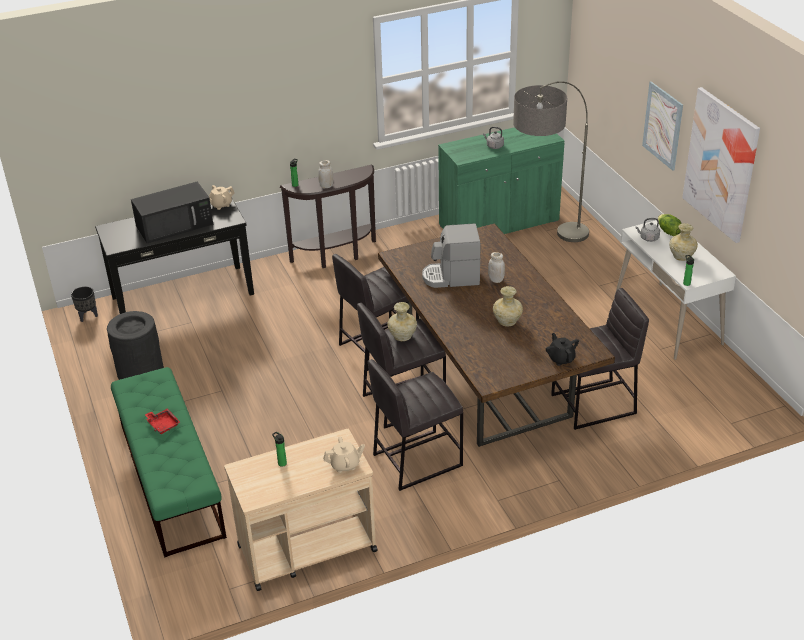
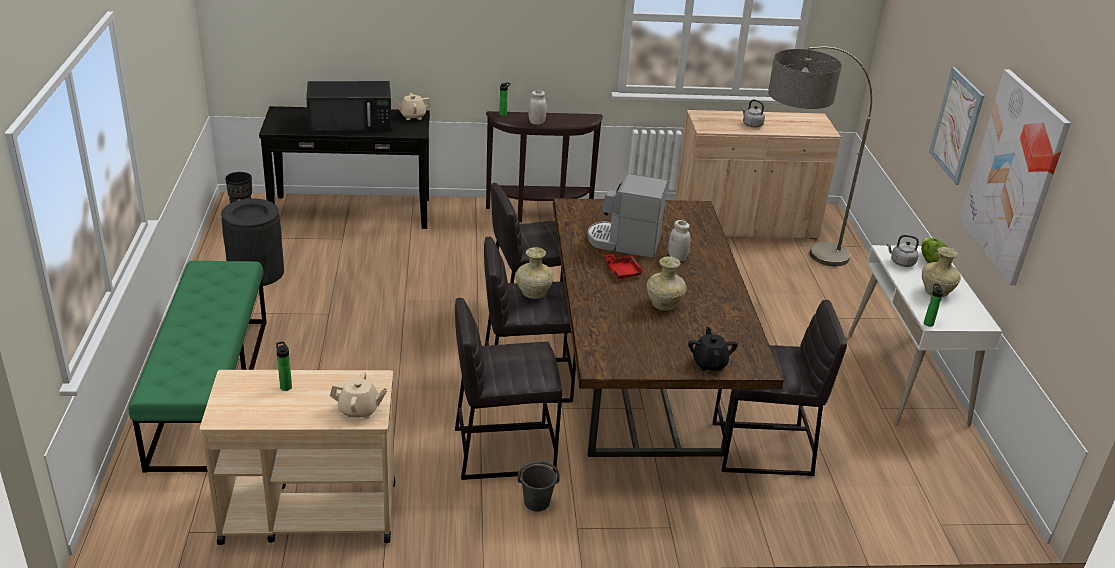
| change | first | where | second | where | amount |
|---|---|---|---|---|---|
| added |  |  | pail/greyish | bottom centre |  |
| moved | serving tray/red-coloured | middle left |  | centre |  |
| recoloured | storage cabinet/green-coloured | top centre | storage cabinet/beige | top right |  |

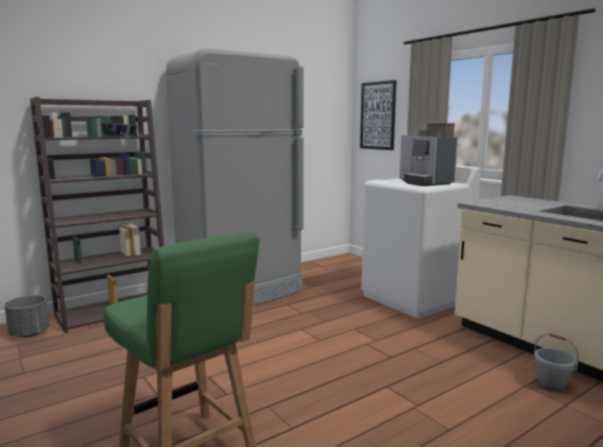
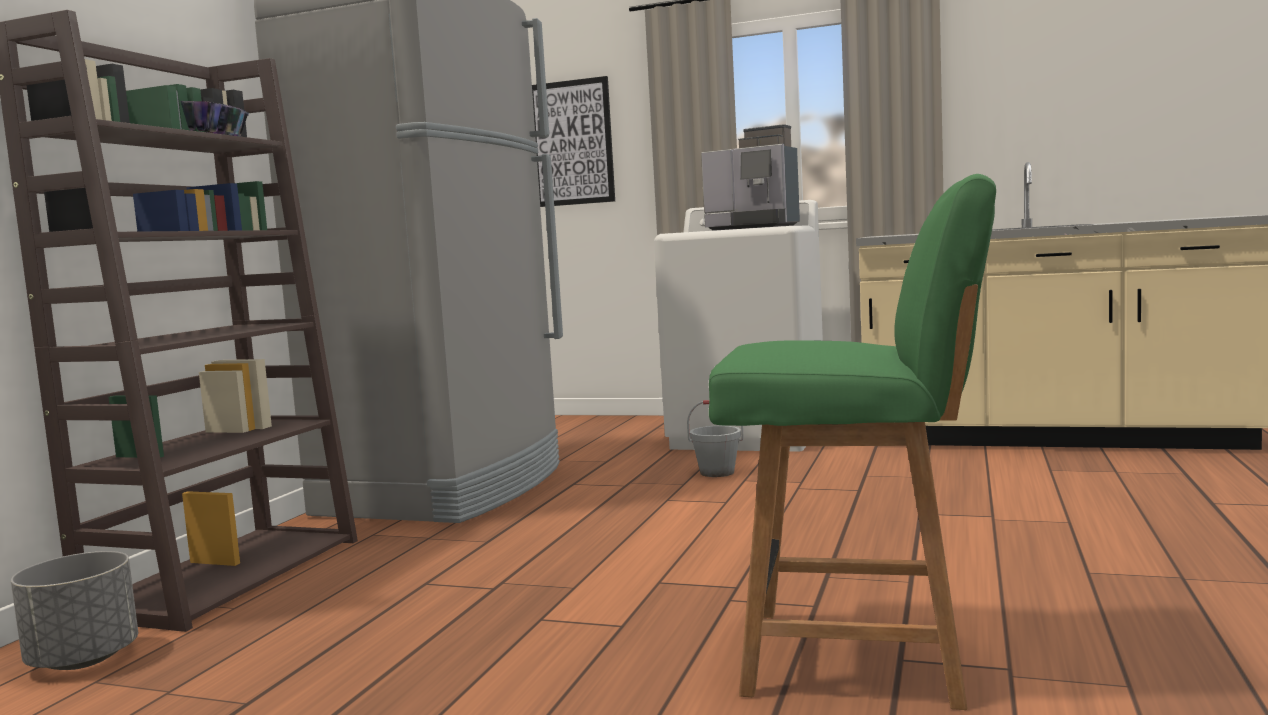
| change | first | where | second | where | amount |
|---|---|---|---|---|---|
| moved | pail/greyish | bottom right |  | centre |  |

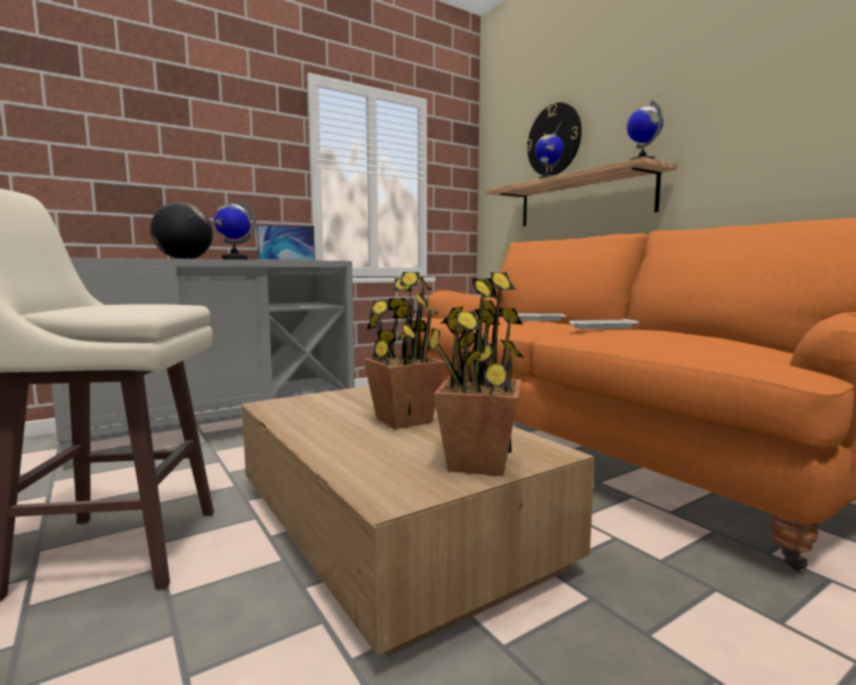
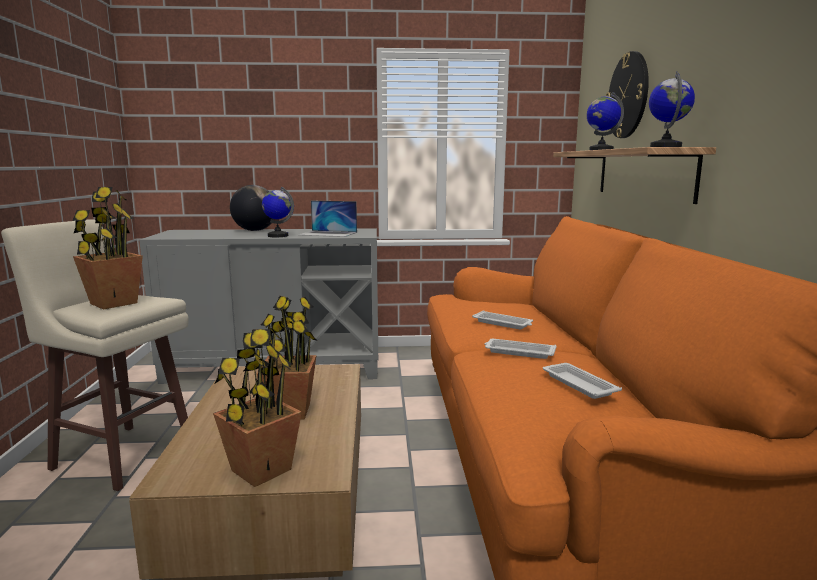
| change | first | where | second | where | amount |
|---|---|---|---|---|---|
| added |  |  | houseplant (1st from left) | middle left |  |
| added |  |  | serving tray/white (3rd from left) | middle right |  |

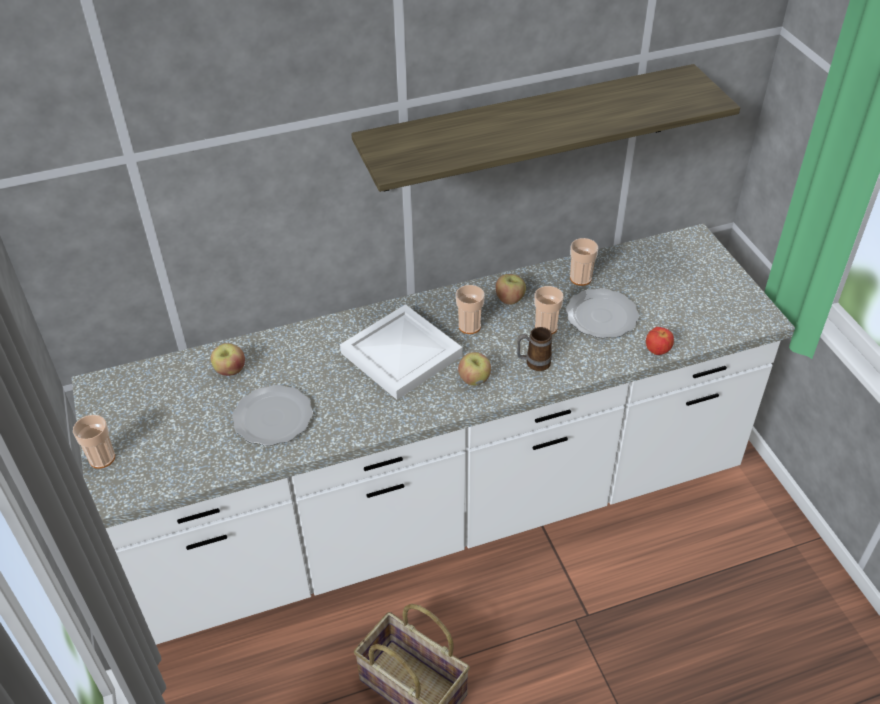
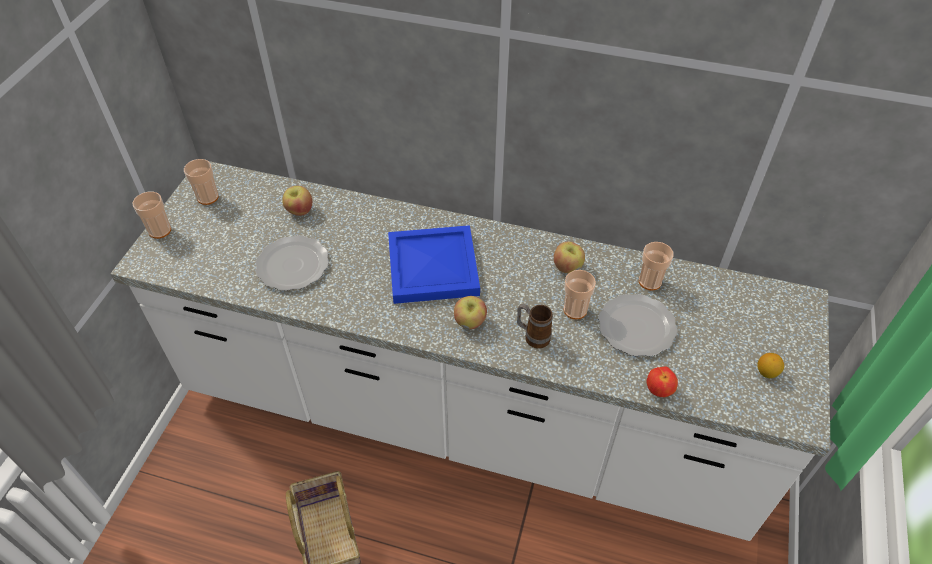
| change | first | where | second | where | amount |
|---|---|---|---|---|---|
| moved | small cup (2nd from left) | centre |  | top left |  |
| recoloured | serving tray/white | centre | serving tray/blue | centre |  |
| added |  |  | citrus fruit | middle right |  |
| removed | wall shelf | top centre |  |  |  |

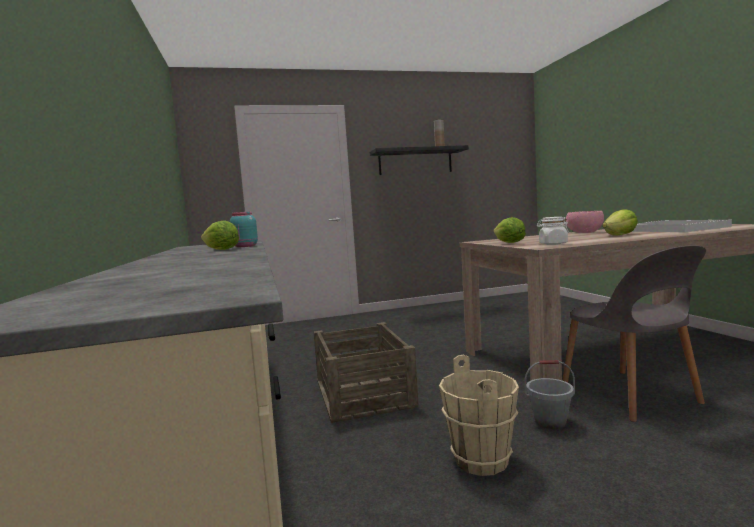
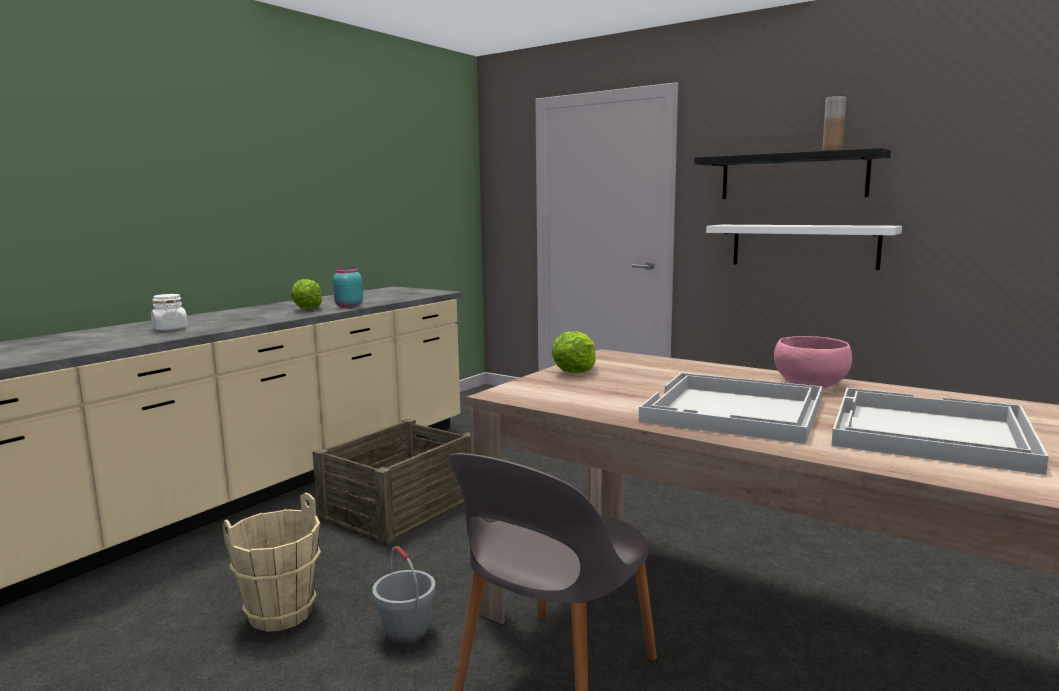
| change | first | where | second | where | amount |
|---|---|---|---|---|---|
| moved | storage jar/white | middle right |  | middle left |  |
| replaced | lettuce (3rd from left) | middle right | serving tray/white (1st from left) | middle right |  |
| added |  |  | wall shelf/white | middle right |  |

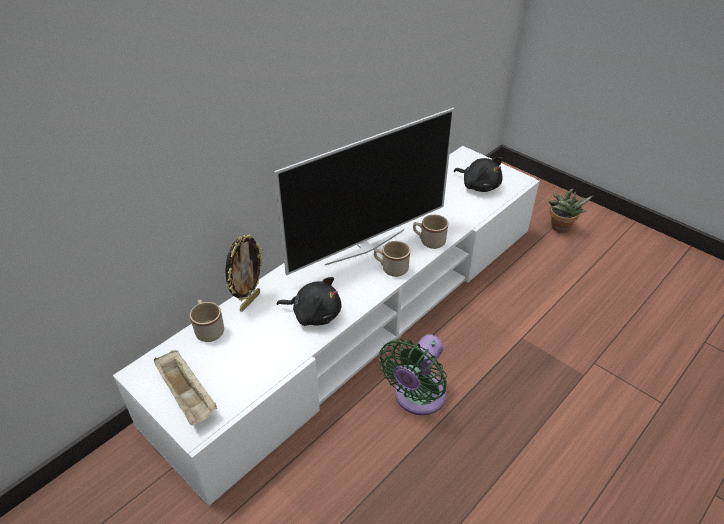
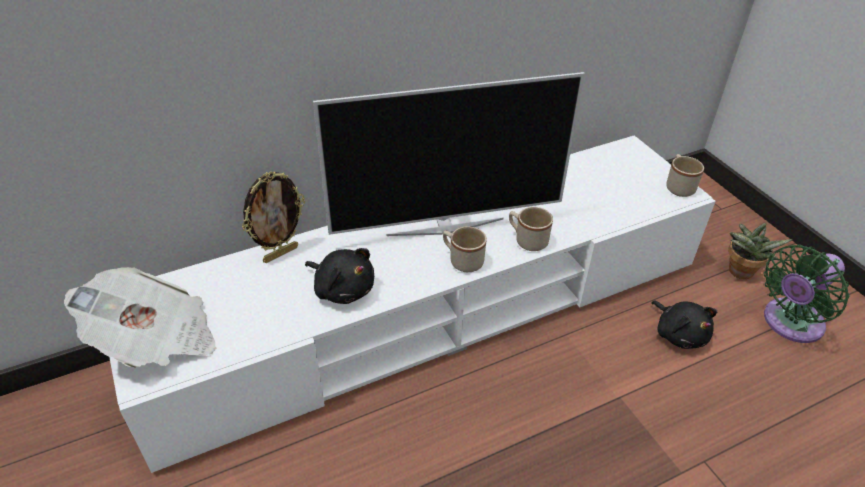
| change | first | where | second | where | amount |
|---|---|---|---|---|---|
| replaced | serving tray/beige | bottom left | newspaper | middle left |  |
| moved | plush toy/blackish (2nd from left) | top centre |  | bottom right |  |
| moved | tea mug/beige (1st from left in the first image) | middle left | tea mug/beige (3rd from left) | middle right |  |
| moved | electric fan/green-coloured | bottom centre |  | middle right |  |

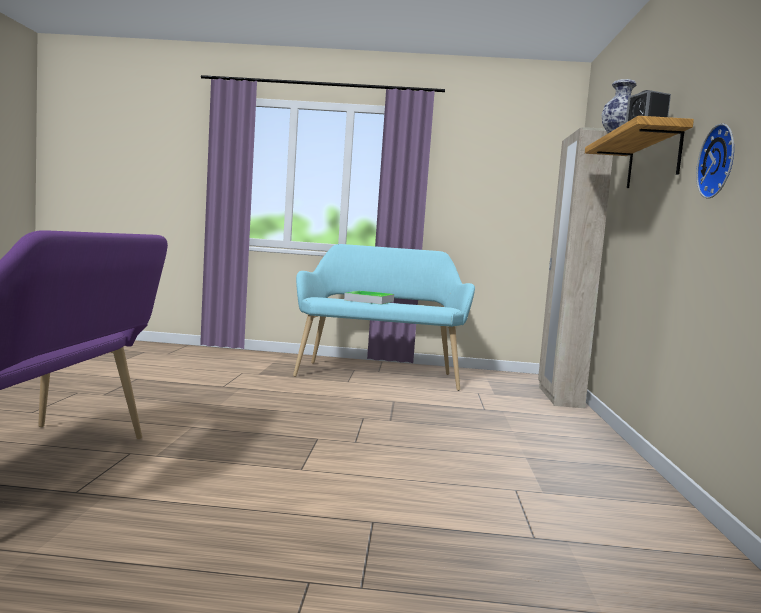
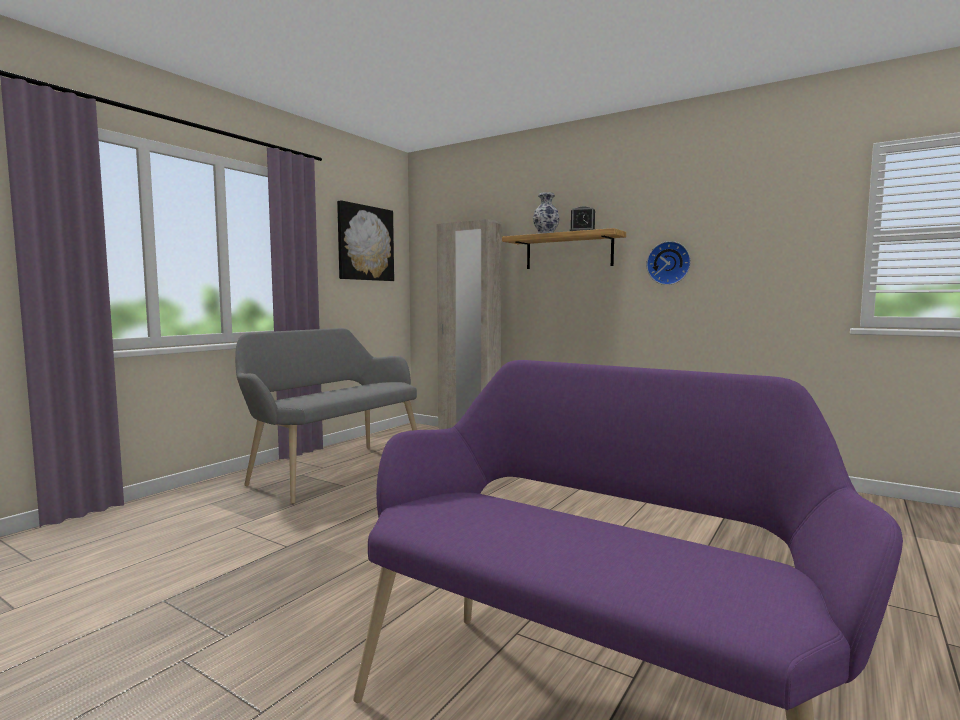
| change | first | where | second | where | amount |
|---|---|---|---|---|---|
| recoloured | long seat/turquoise | centre | long seat/greyish | centre |  |
| added |  |  | wall art | centre |  |
| removed | serving tray | centre |  |  |  |

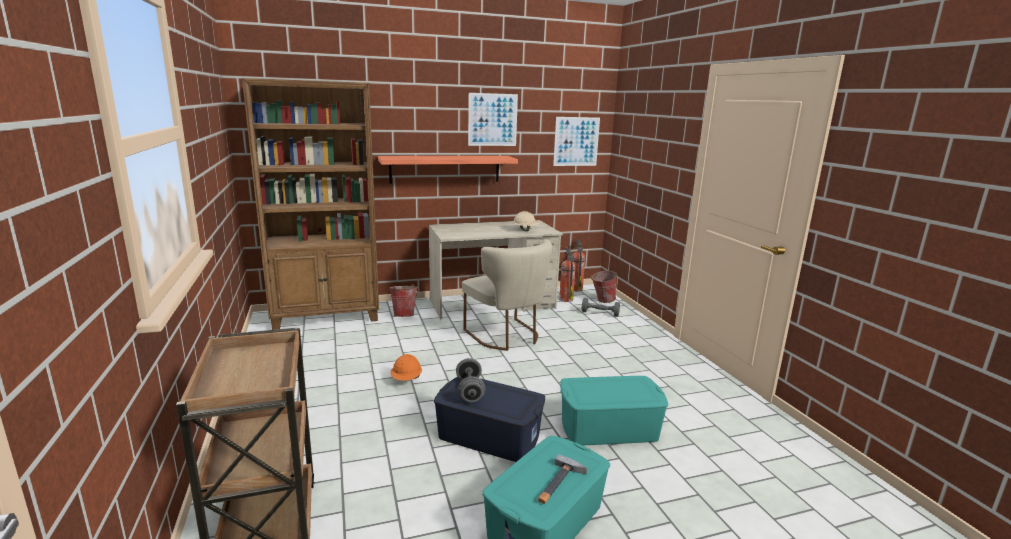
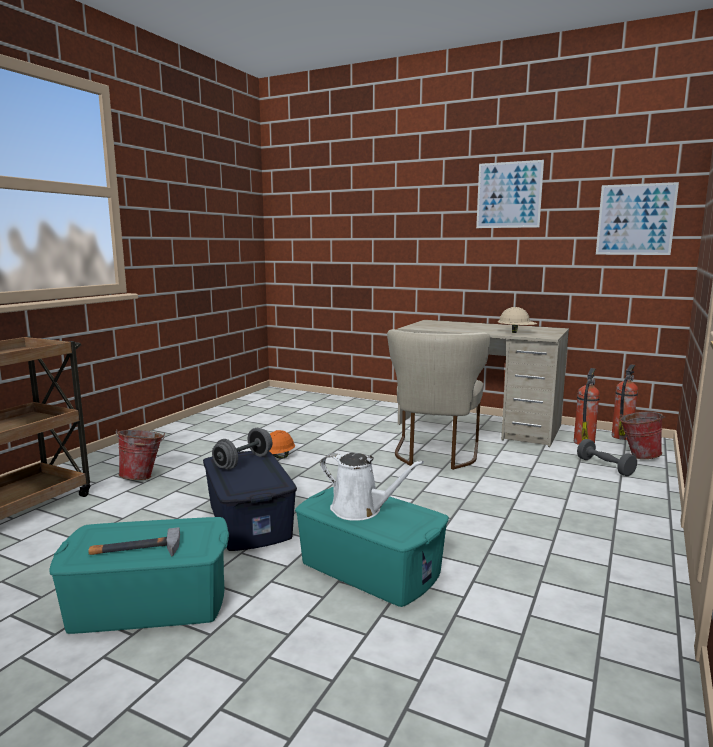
| change | first | where | second | where | amount |
|---|---|---|---|---|---|
| moved | pail (1st from left) | centre |  | middle left |  |
| added |  |  | sprinkling can/white | centre |  |
| removed | shelving unit/brown-coloured | middle left |  |  |  |
| removed | wall shelf | top centre |  |  |  |

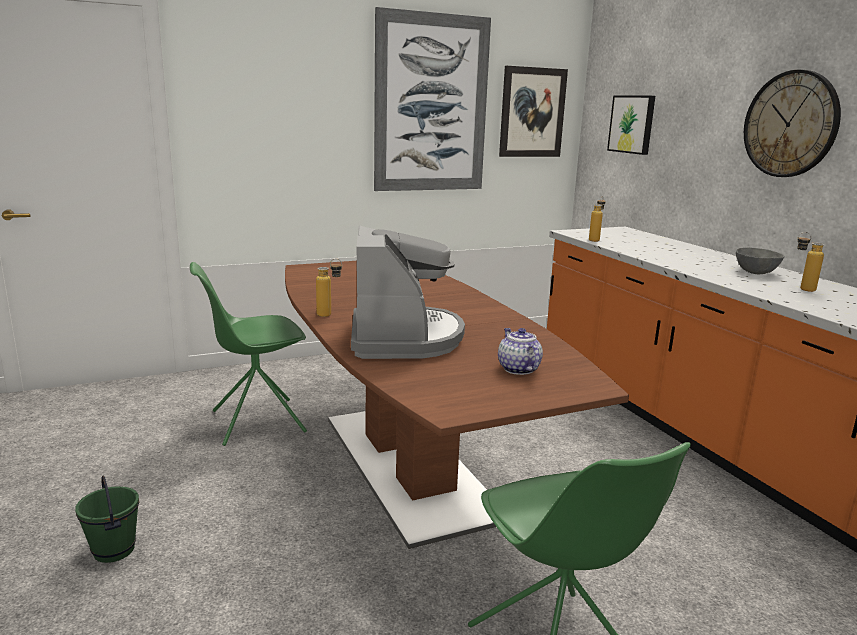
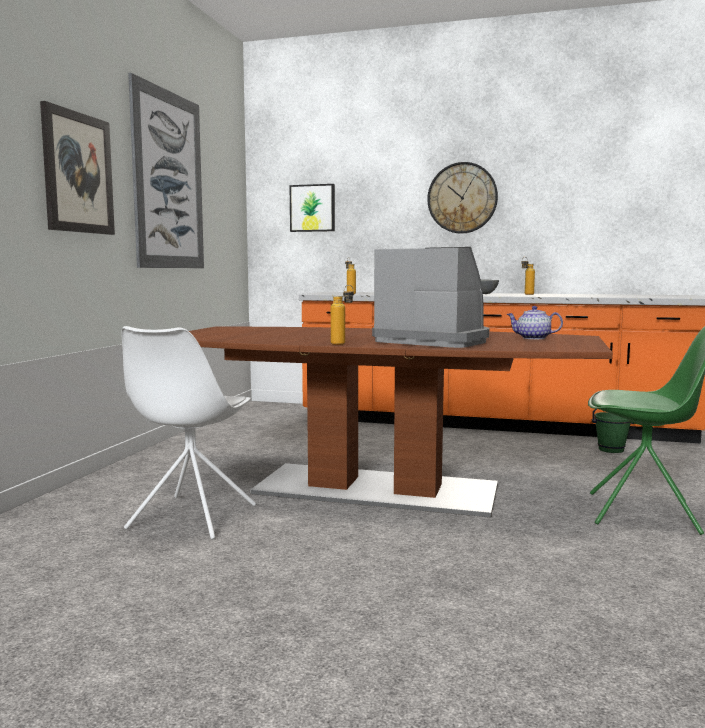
| change | first | where | second | where | amount |
|---|---|---|---|---|---|
| moved | wall art (2nd from left in the first image) | top centre | wall art (1st from left) | top left |  |
| recoloured | upright chair/green-coloured (1st from left) | middle left | upright chair/white | middle left |  |
| moved | pail/green-coloured | bottom left |  | middle right |  |

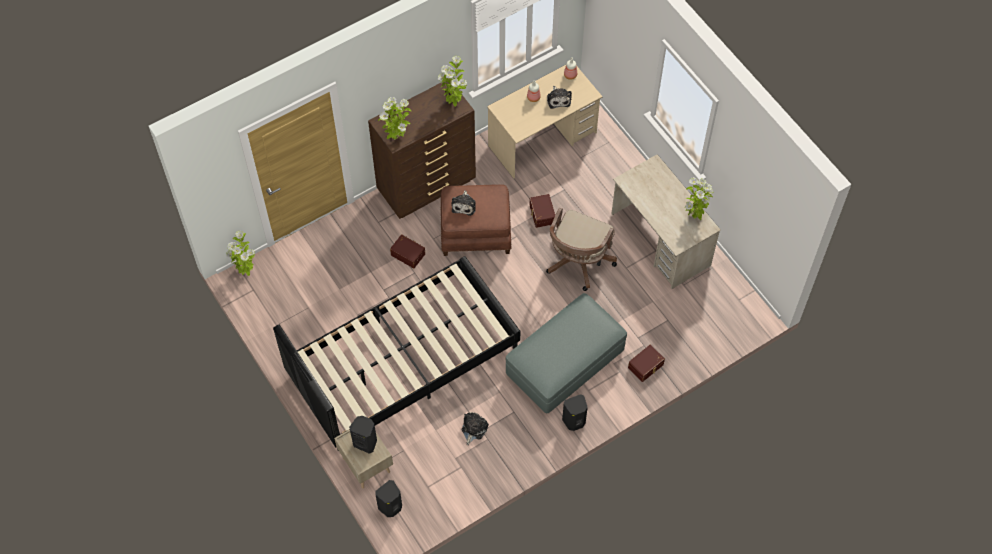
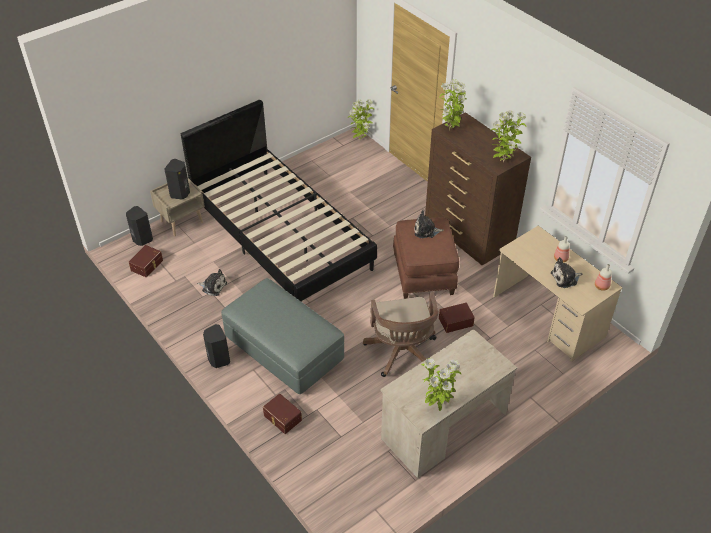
| change | first | where | second | where | amount |
|---|---|---|---|---|---|
| moved | storage bin/brown-coloured (1st from left) | centre |  | middle left |  |
| turned | office chair/brown-coloured | centre |  | centre | 120 degrees counterclockwise |

